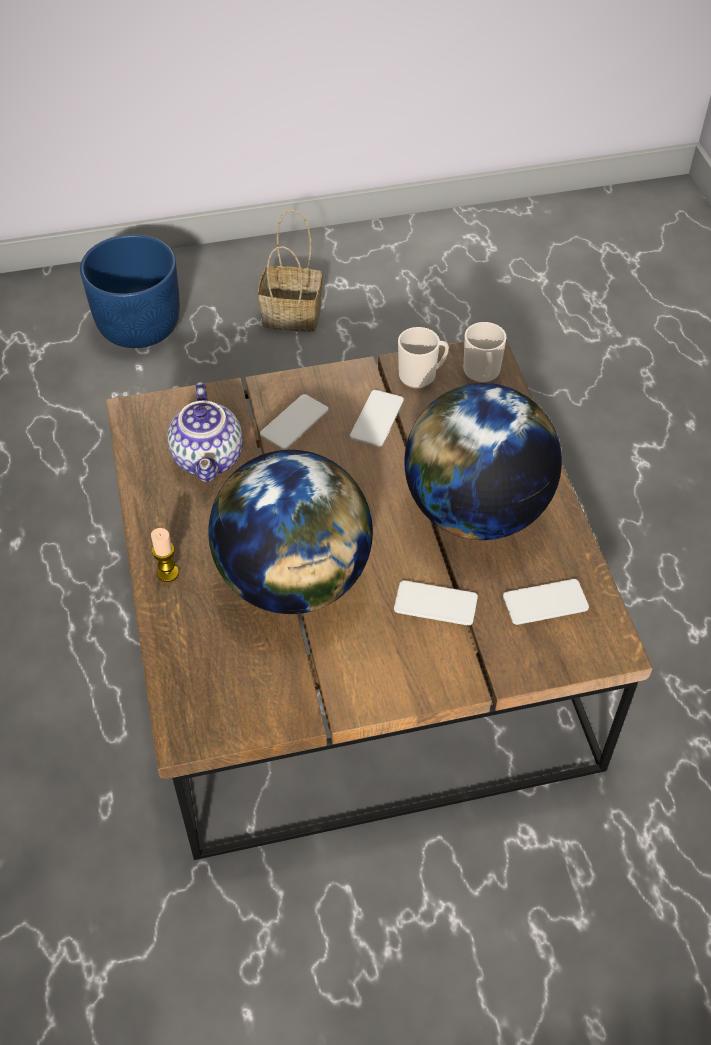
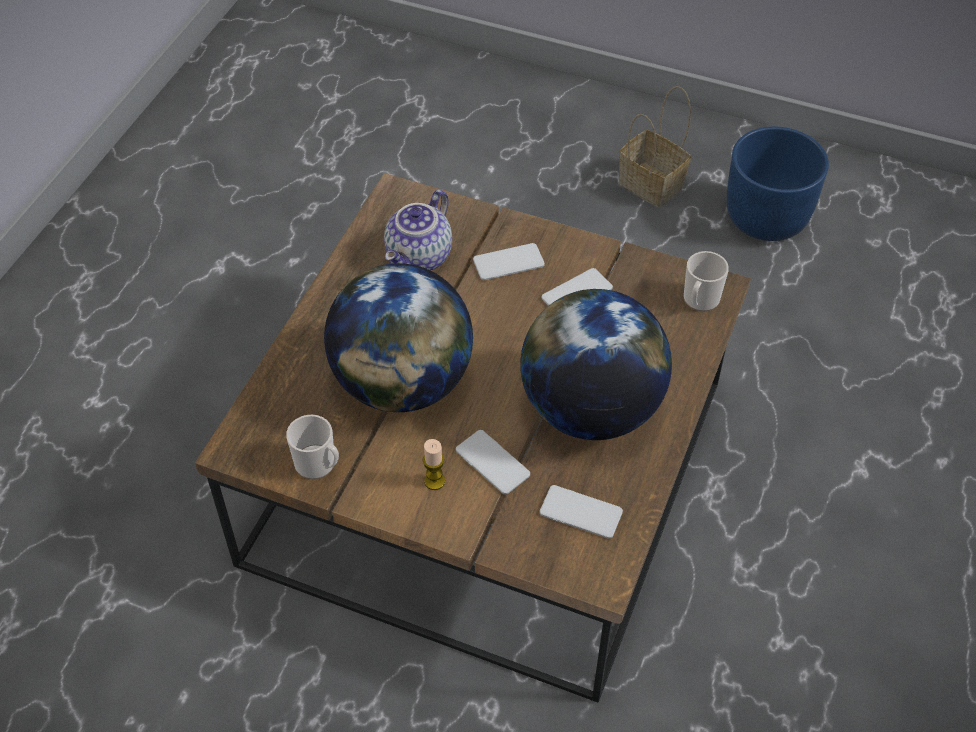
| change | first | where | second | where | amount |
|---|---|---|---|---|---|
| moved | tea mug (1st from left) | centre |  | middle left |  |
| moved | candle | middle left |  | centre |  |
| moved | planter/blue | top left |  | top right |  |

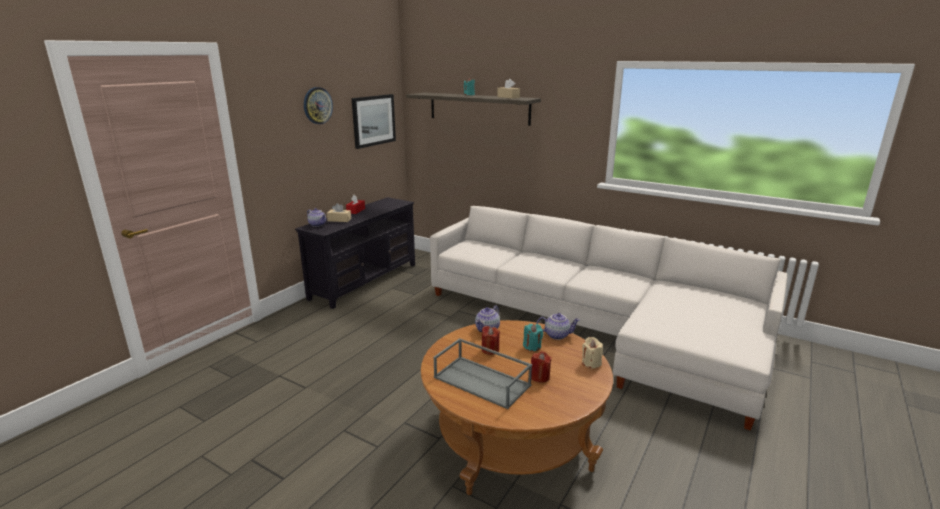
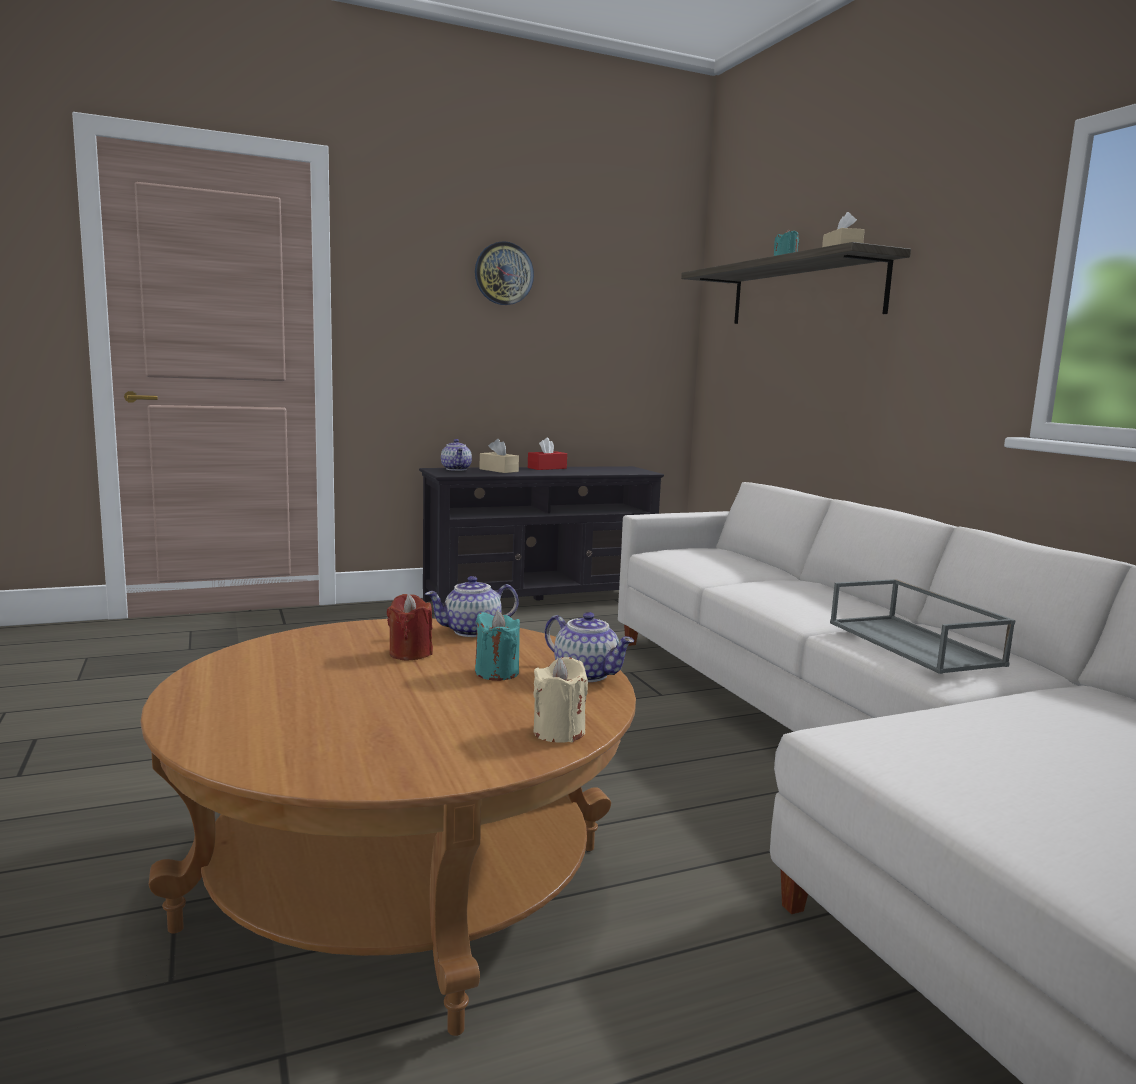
| change | first | where | second | where | amount |
|---|---|---|---|---|---|
| moved | serving tray/greyish | bottom centre |  | middle right |  |
| removed | wall art | top centre |  |  |  |
| removed | candle/red-coloured (2nd from left) | bottom centre |  |  |  |

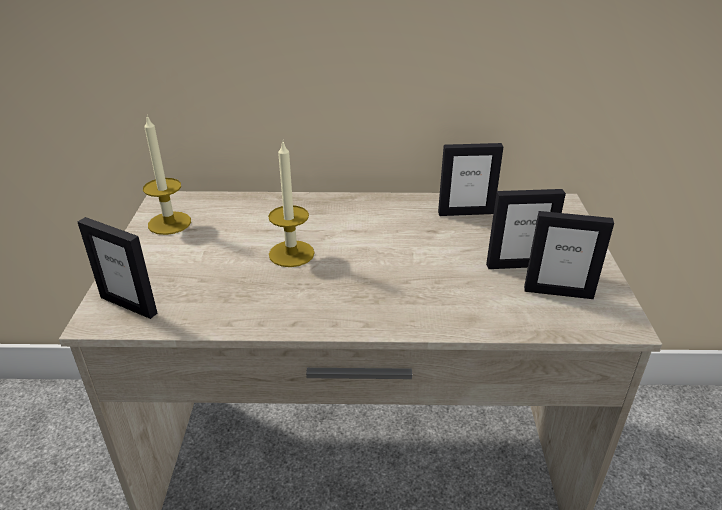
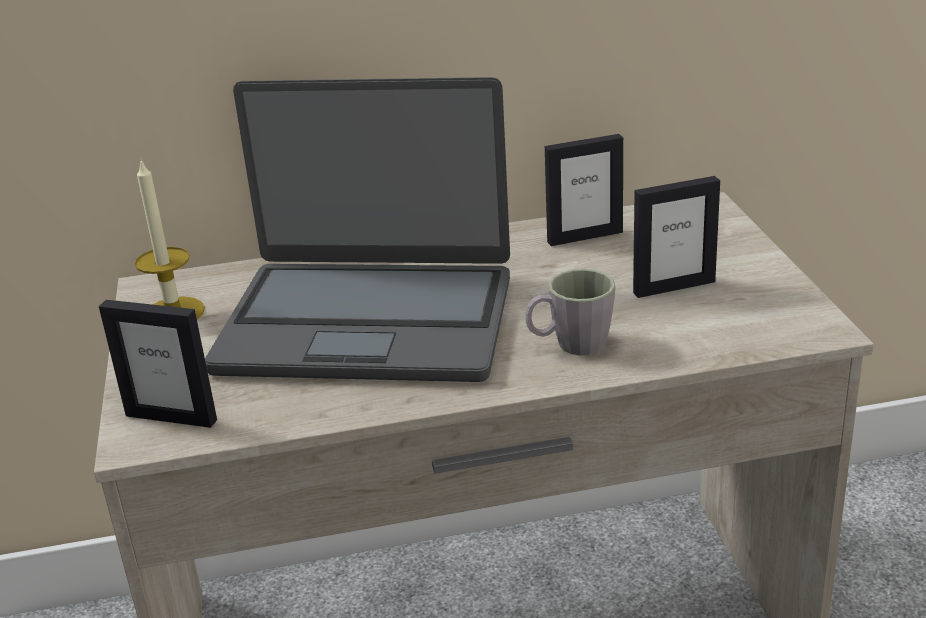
| change | first | where | second | where | amount |
|---|---|---|---|---|---|
| replaced | candle (2nd from left) | centre | notebook computer | centre |  |
| added |  |  | tea mug/greyish | centre |  |
| removed | photo frame (4th from left) | middle right |  |  |  |

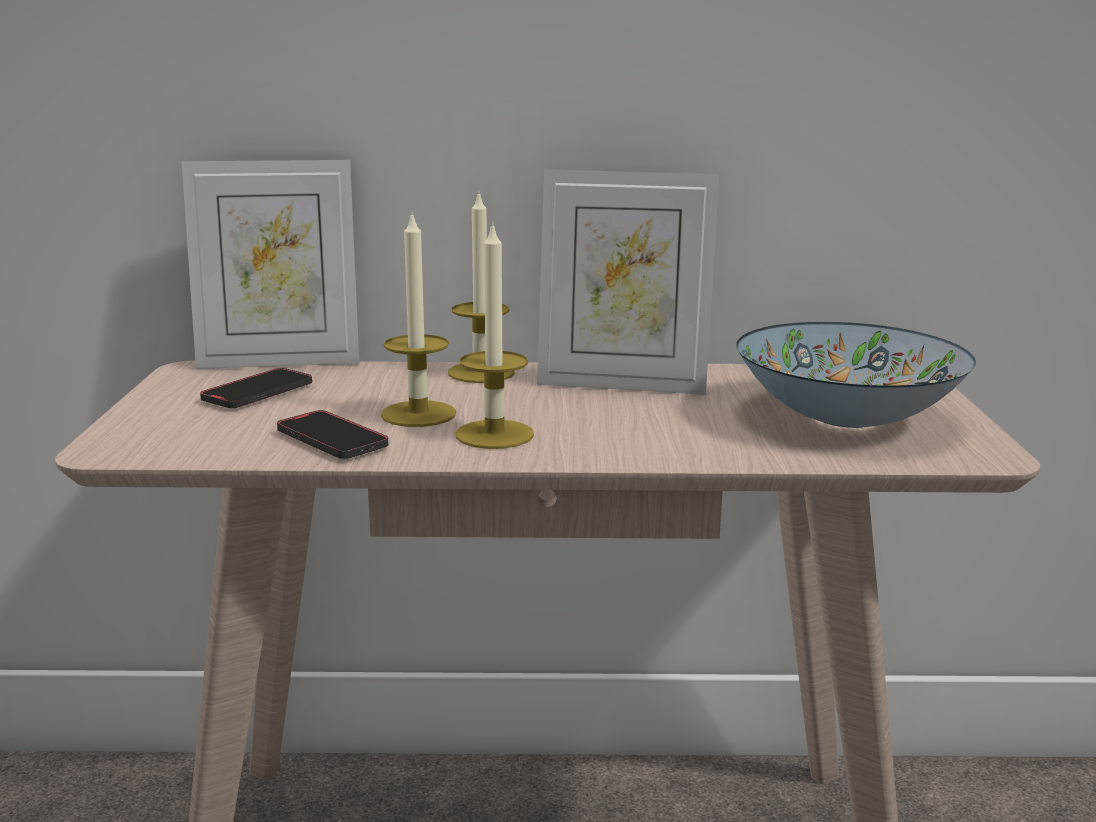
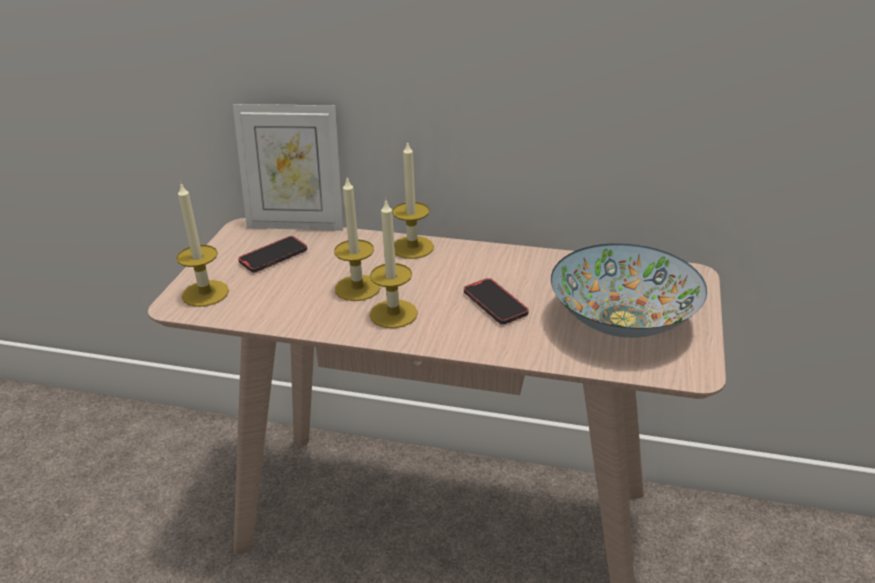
| change | first | where | second | where | amount |
|---|---|---|---|---|---|
| added |  |  | candle (1st from left) | middle left |  |
| moved | telephone (2nd from left) | middle left |  | centre |  |
| removed | photo frame (2nd from left) | centre |  |  |  |

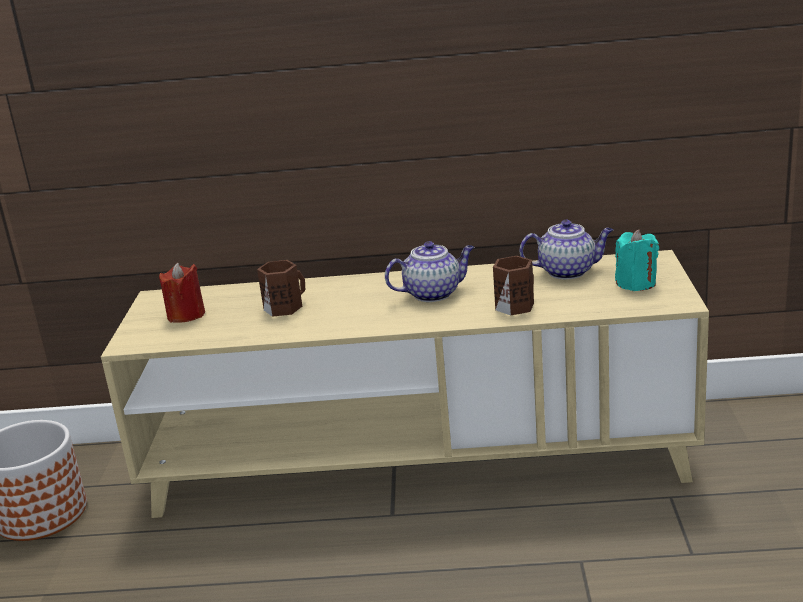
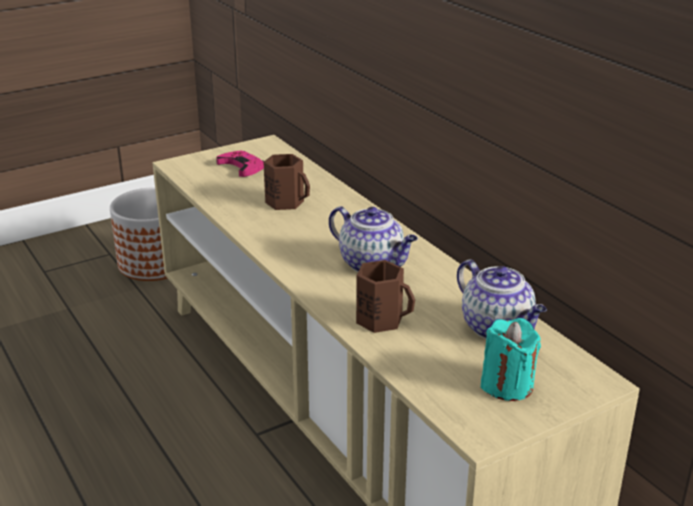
| change | first | where | second | where | amount |
|---|---|---|---|---|---|
| replaced | candle/red-coloured | middle left | gamepad/pink-coloured | top centre |  |

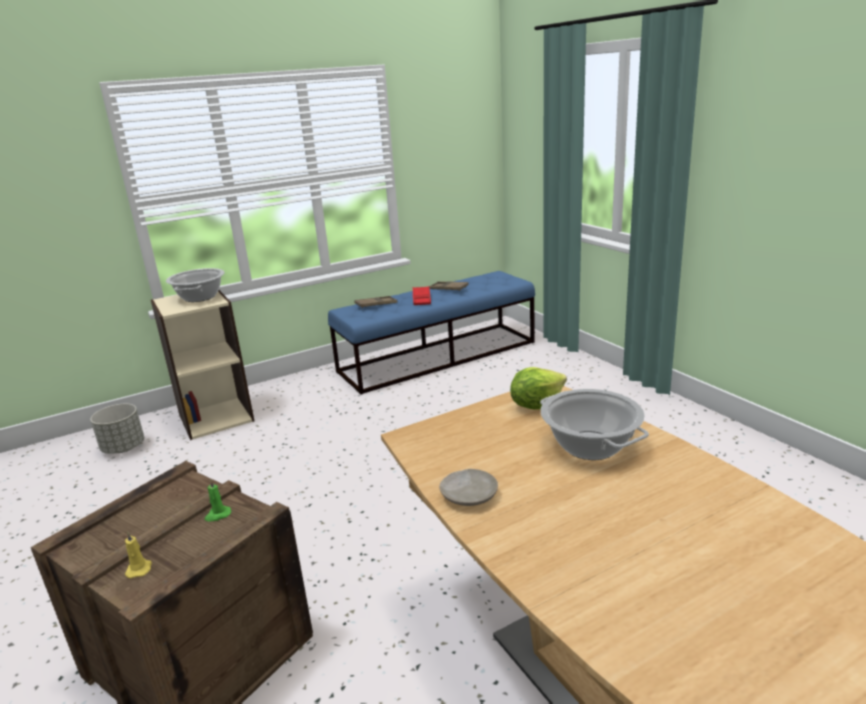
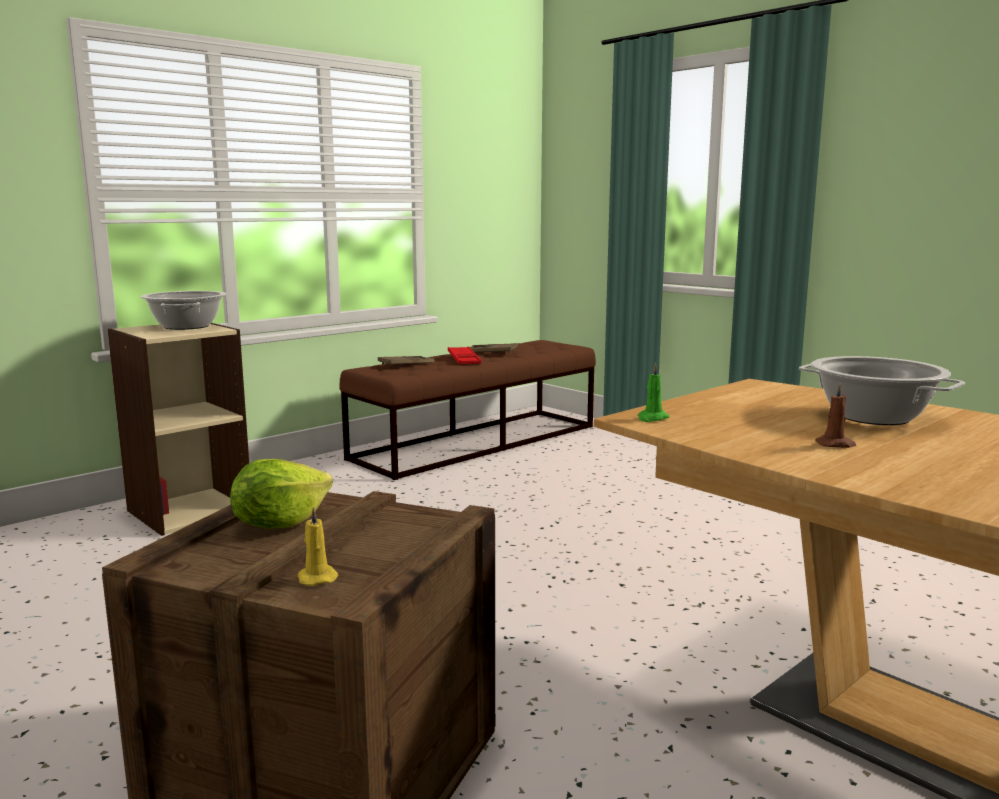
| change | first | where | second | where | amount |
|---|---|---|---|---|---|
| moved | lettuce | centre |  | middle left |  |
| recoloured | long seat/blue | centre | long seat/brown-coloured | centre |  |
| moved | candle/green-coloured | bottom left |  | centre |  |
| added |  |  | candle/brown-coloured | middle right |  |
| removed | planter/greyish | middle left |  |  |  |
| removed | flat dish/beige | bottom centre |  |  |  |

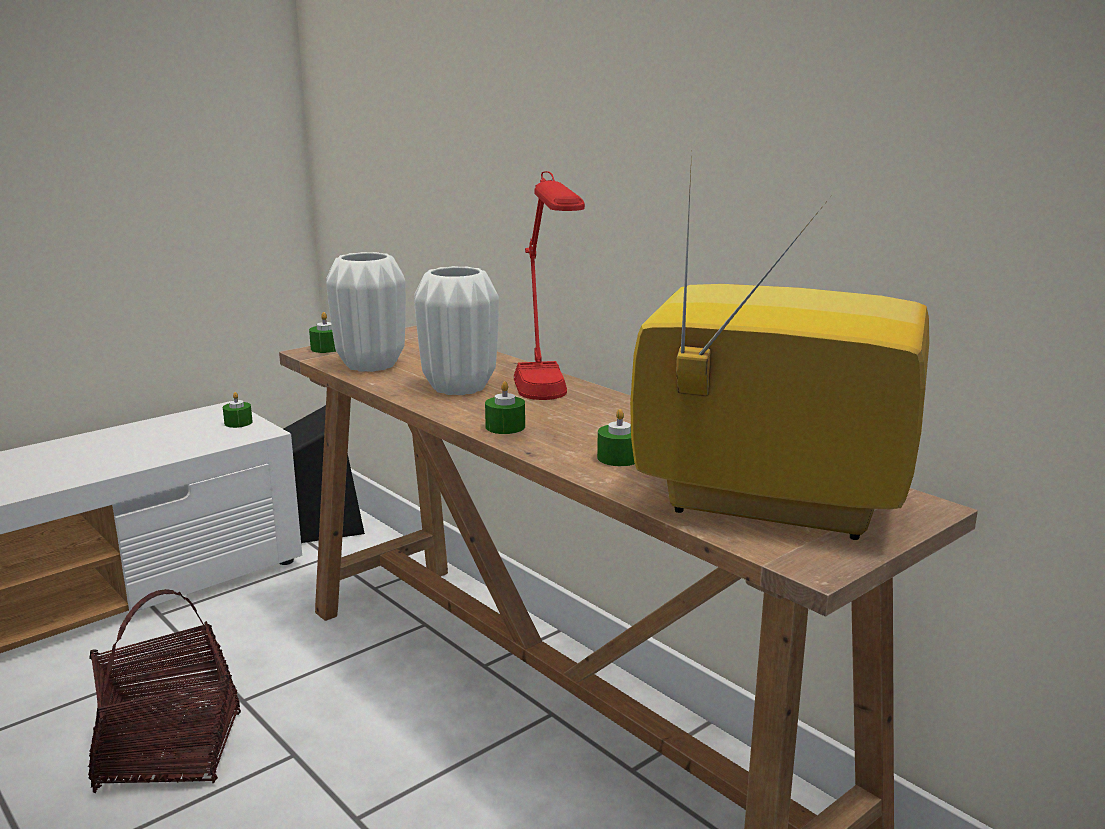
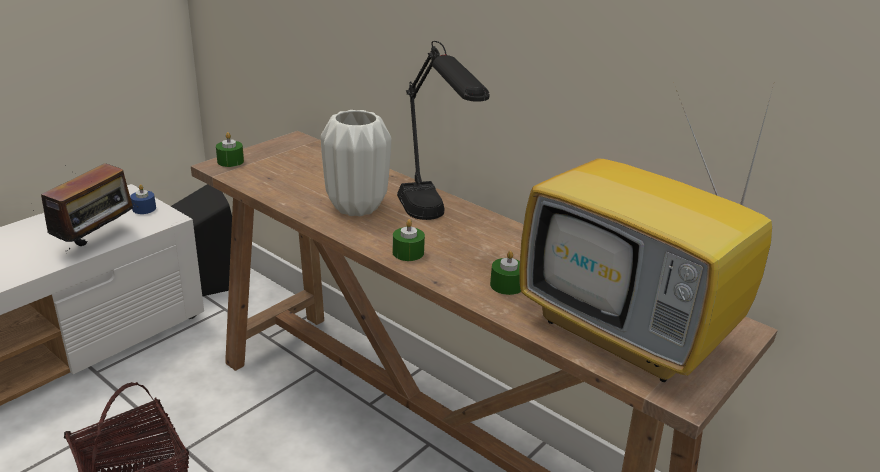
| change | first | where | second | where | amount |
|---|---|---|---|---|---|
| added |  |  | radio | middle left |  |
| recoloured | candle/green-coloured (1st from left) | middle left | candle/blue | middle left |  |
| recoloured | lamp for a table/red-coloured | centre | lamp for a table/blackish | top centre |  |
| turned | television | middle right |  | middle right | 150 degrees counterclockwise |
| removed | flower vase/white (1st from left) | middle left |  |  |  |

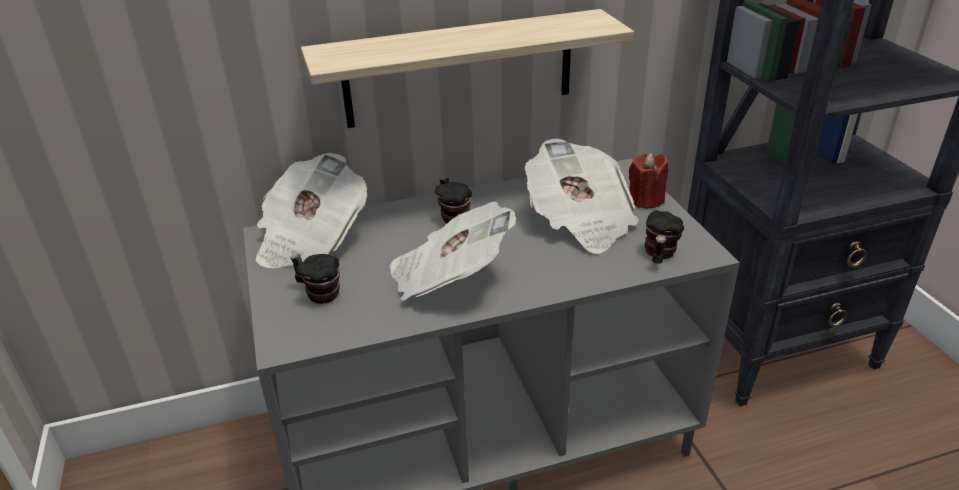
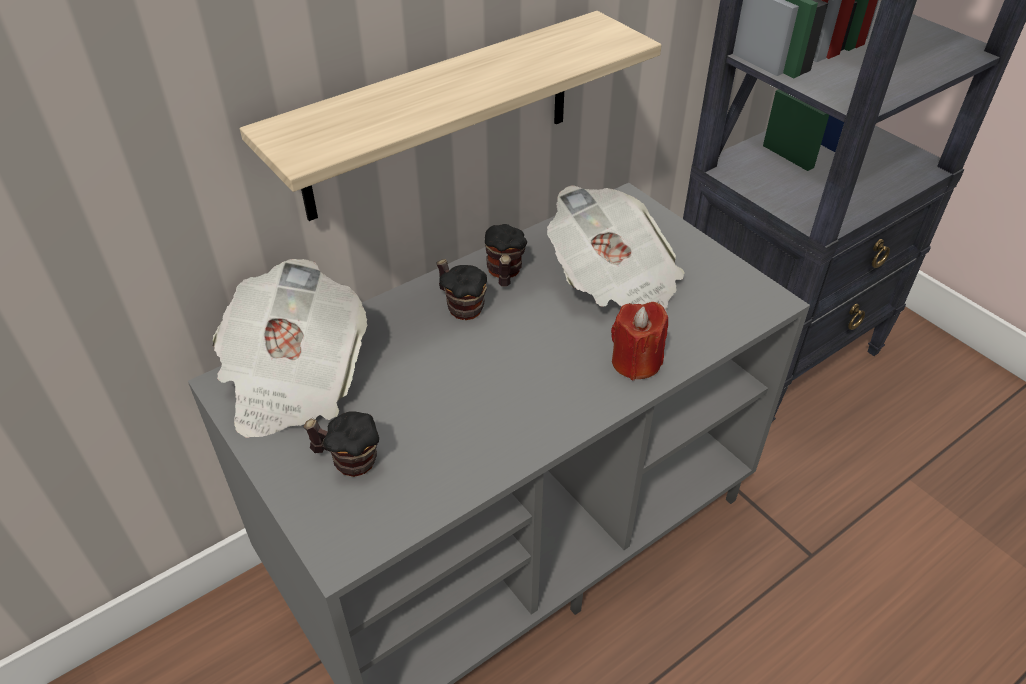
| change | first | where | second | where | amount |
|---|---|---|---|---|---|
| moved | tea mug (3rd from left) | middle right |  | centre |  |
| moved | candle/red-coloured | middle right |  | centre |  |
| removed | newspaper (2nd from left) | centre |  |  |  |

